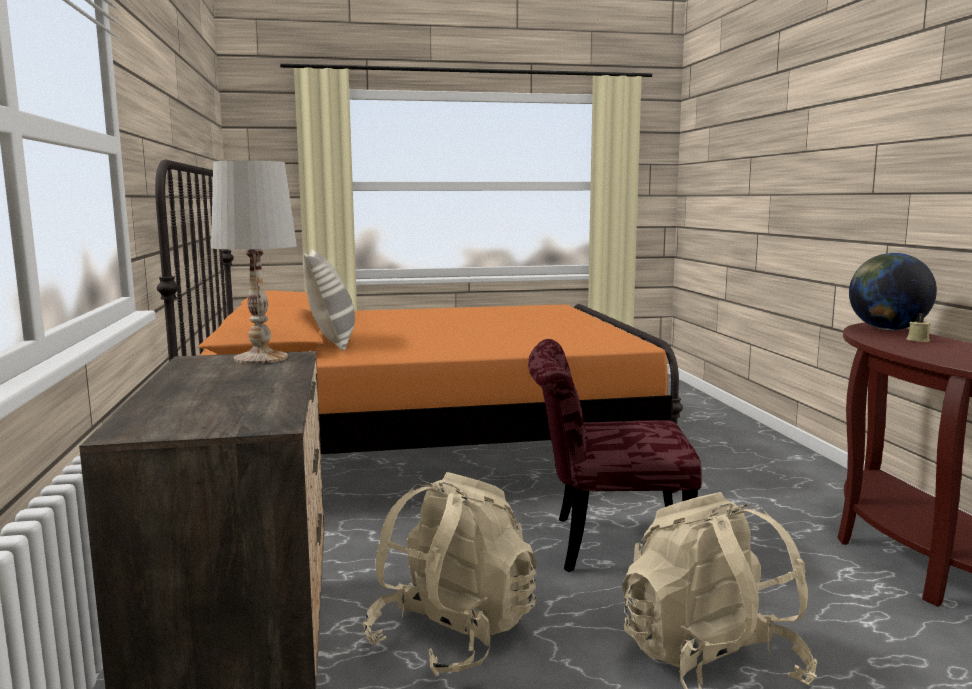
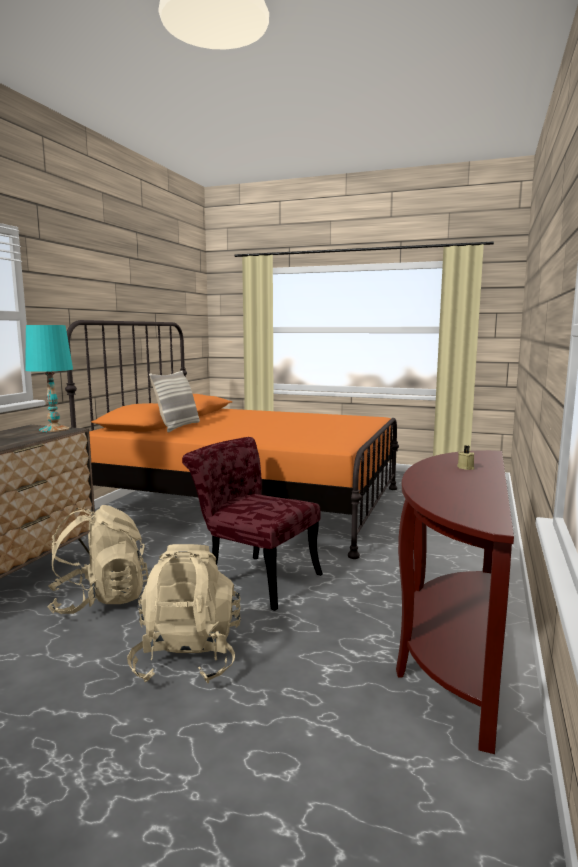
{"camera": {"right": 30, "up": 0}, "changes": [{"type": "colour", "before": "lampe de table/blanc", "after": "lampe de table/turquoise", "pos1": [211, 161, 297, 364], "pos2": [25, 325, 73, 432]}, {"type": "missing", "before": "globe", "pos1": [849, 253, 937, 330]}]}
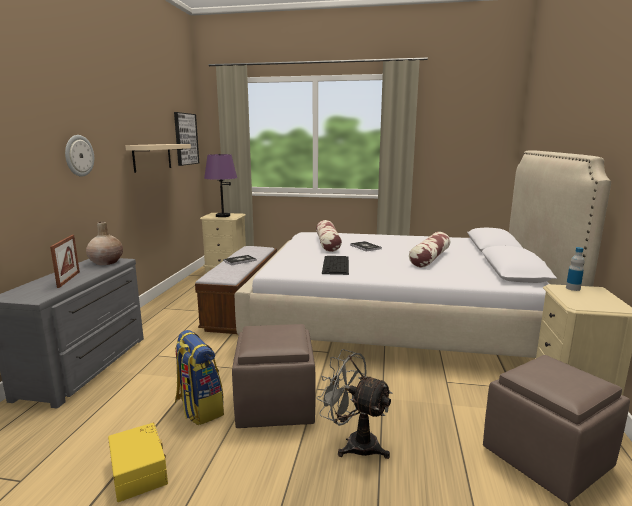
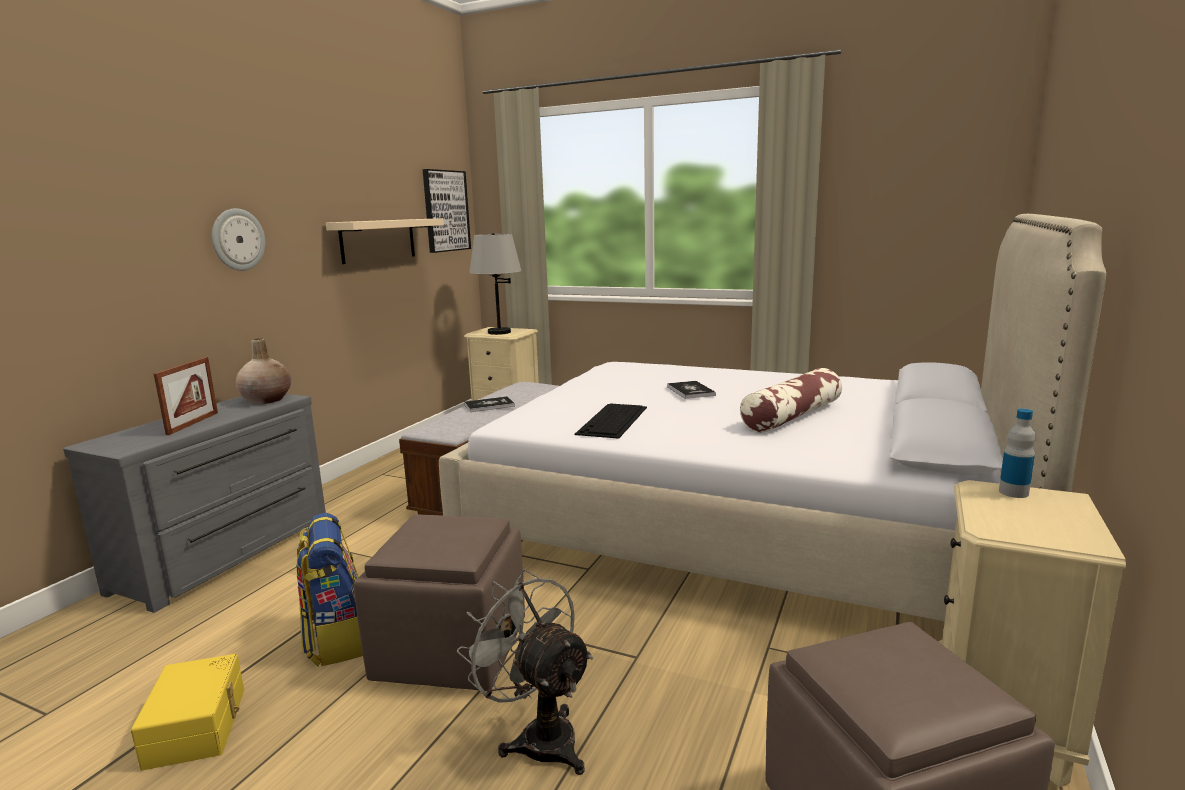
{"camera": {"right": 15, "up": 0}, "changes": [{"type": "colour", "before": "lampe de table/violet", "after": "lampe de table/gris", "pos1": [204, 154, 237, 217], "pos2": [469, 233, 522, 335]}, {"type": "missing", "before": "coussin", "pos1": [316, 220, 342, 252]}]}
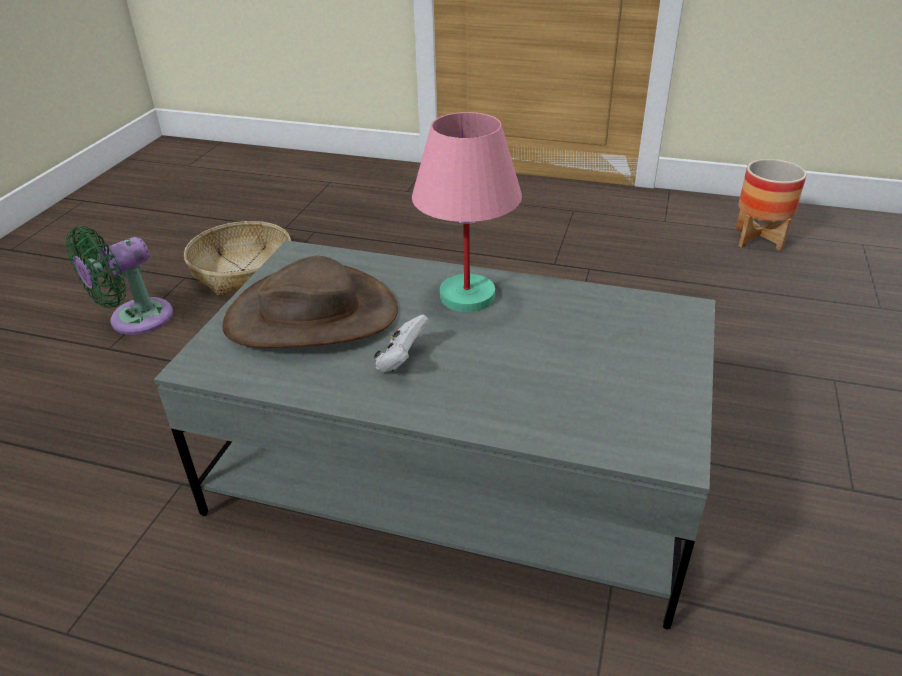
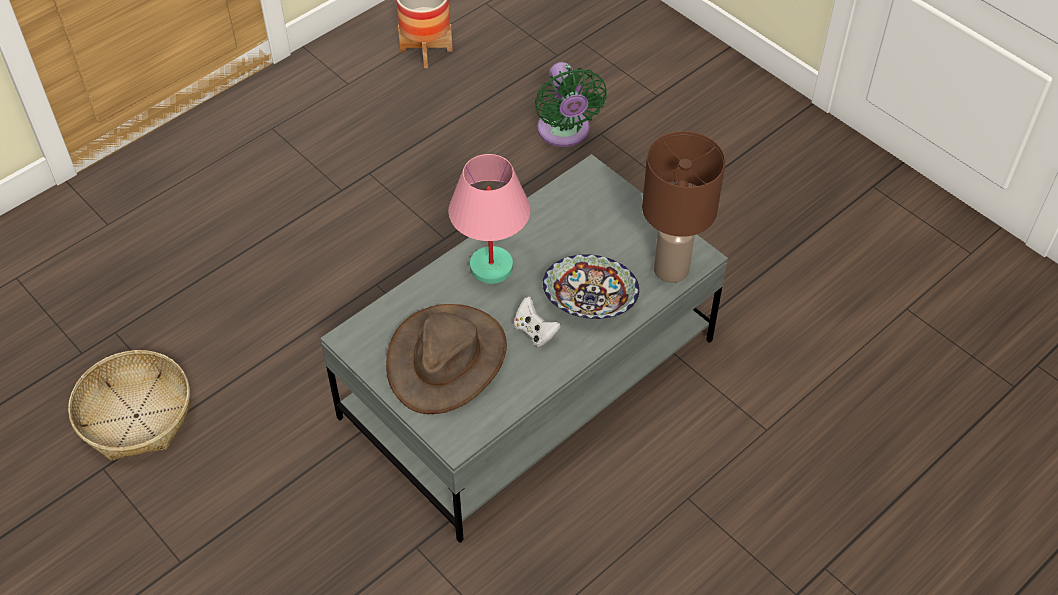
{"camera": {"right": -60, "up": 15}, "changes": [{"type": "relocated", "before": "ventilateur/vert", "pos1": [65, 226, 173, 335], "pos2": [535, 62, 607, 147]}, {"type": "appeared", "after": "bol", "pos2": [543, 254, 639, 319]}, {"type": "appeared", "after": "lampe de table/marron", "pos2": [642, 131, 725, 283]}]}
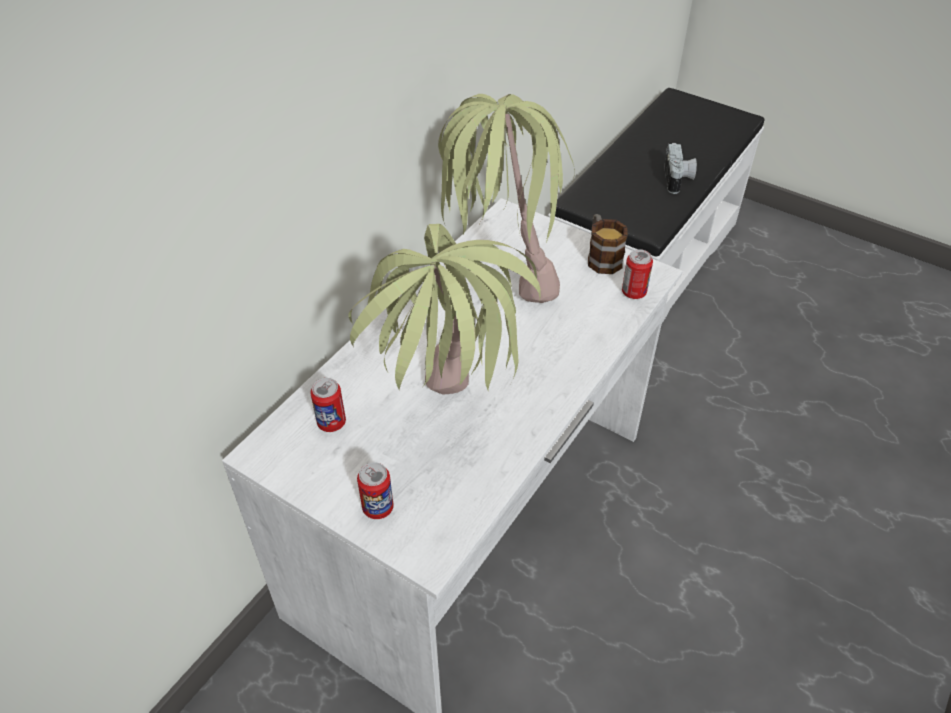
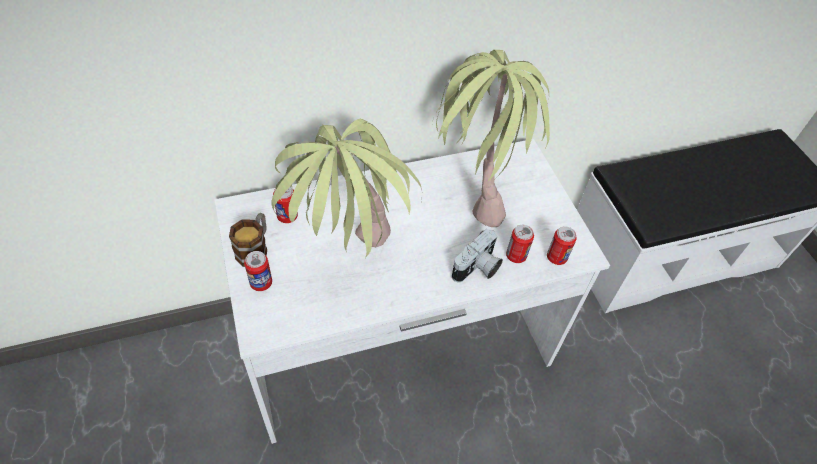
{"camera": {"right": 35, "up": 5}, "changes": [{"type": "relocated", "before": "mug", "pos1": [588, 214, 628, 274], "pos2": [229, 213, 267, 267]}, {"type": "relocated", "before": "appareil photo", "pos1": [664, 143, 697, 194], "pos2": [452, 229, 503, 282]}, {"type": "appeared", "after": "boîte métallique", "pos2": [506, 225, 534, 263]}]}
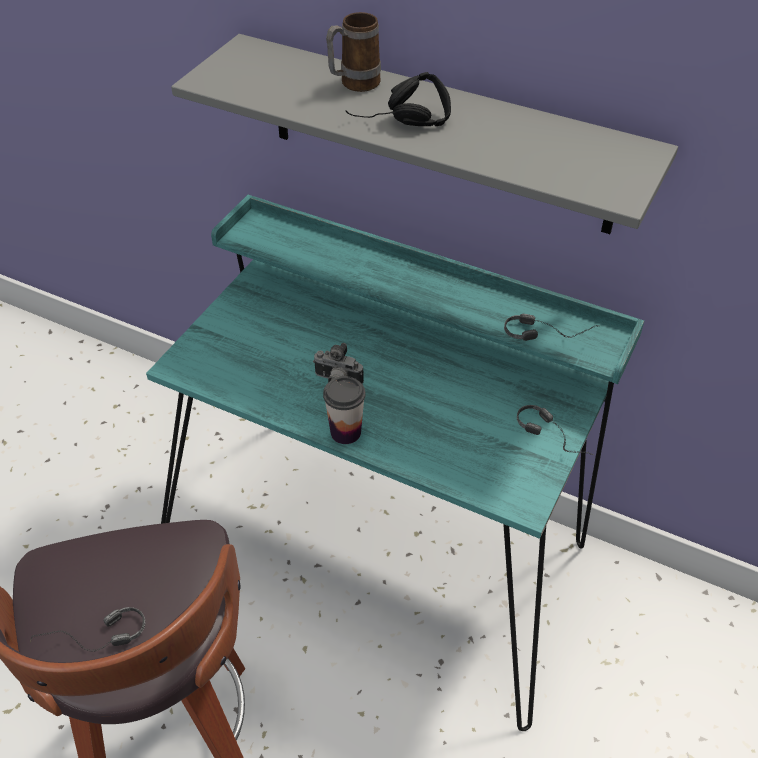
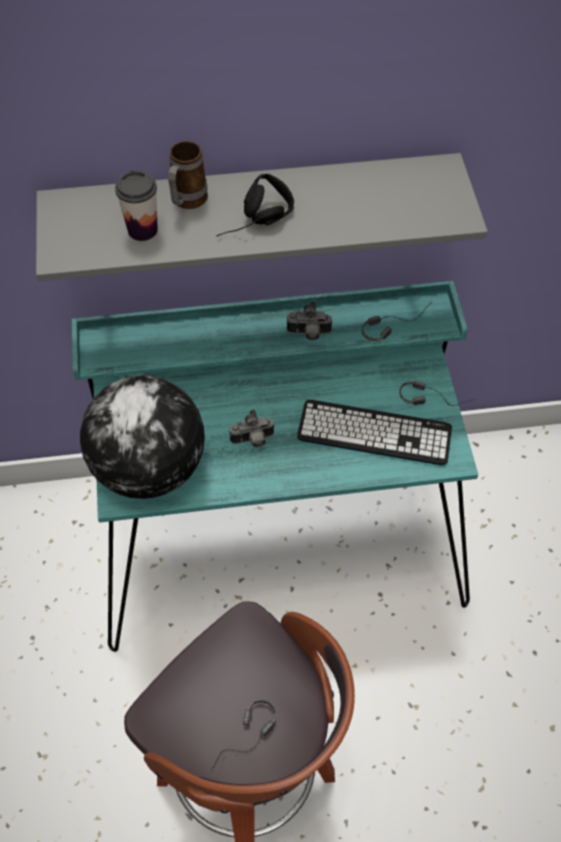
{"camera": {"right": -35, "up": 10}, "changes": [{"type": "relocated", "before": "tasse", "pos1": [323, 376, 366, 444], "pos2": [115, 171, 158, 241]}, {"type": "appeared", "after": "globe", "pos2": [80, 375, 205, 499]}, {"type": "appeared", "after": "appareil photo", "pos2": [286, 301, 332, 341]}, {"type": "appeared", "after": "clavier", "pos2": [297, 400, 452, 466]}]}
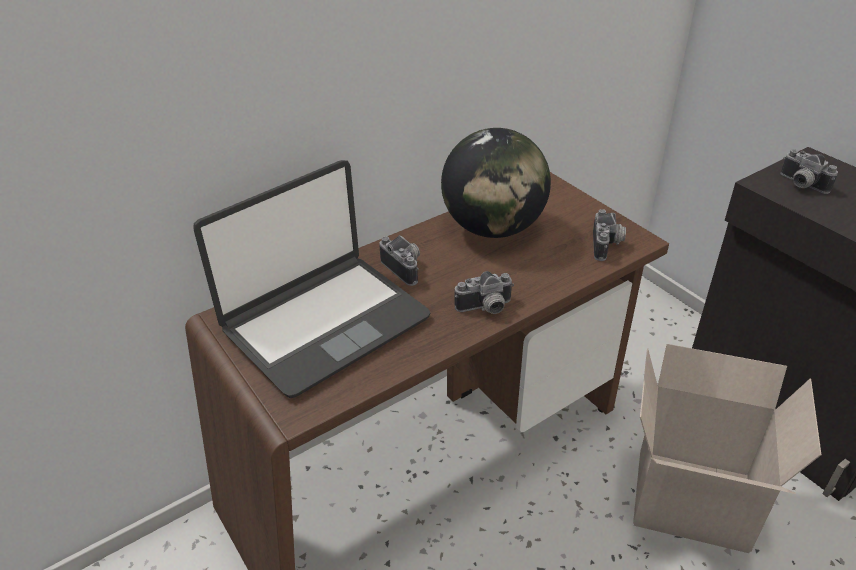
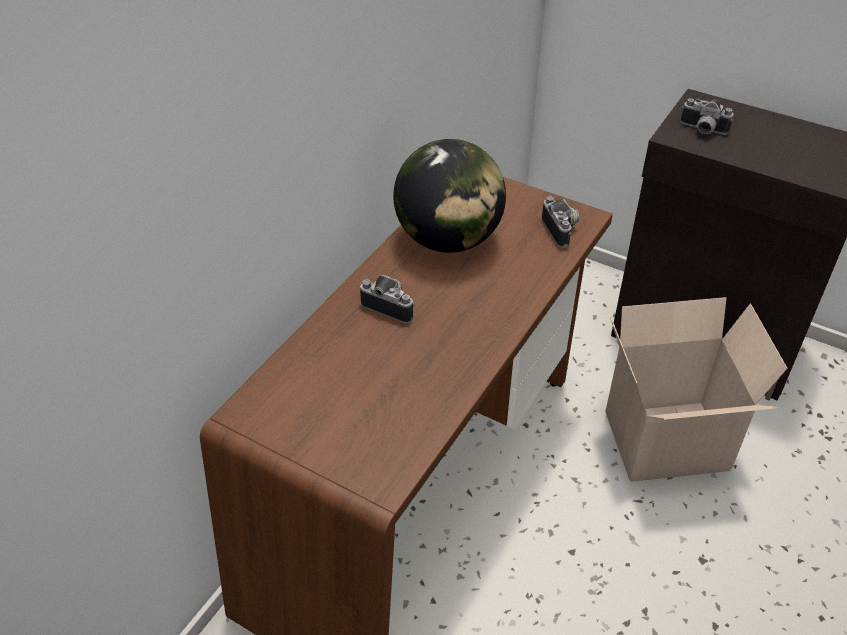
{"camera": {"right": -25, "up": 5}, "changes": [{"type": "missing", "before": "ordinateur portable", "pos1": [193, 160, 431, 398]}, {"type": "missing", "before": "appareil photo", "pos1": [455, 271, 514, 314]}]}
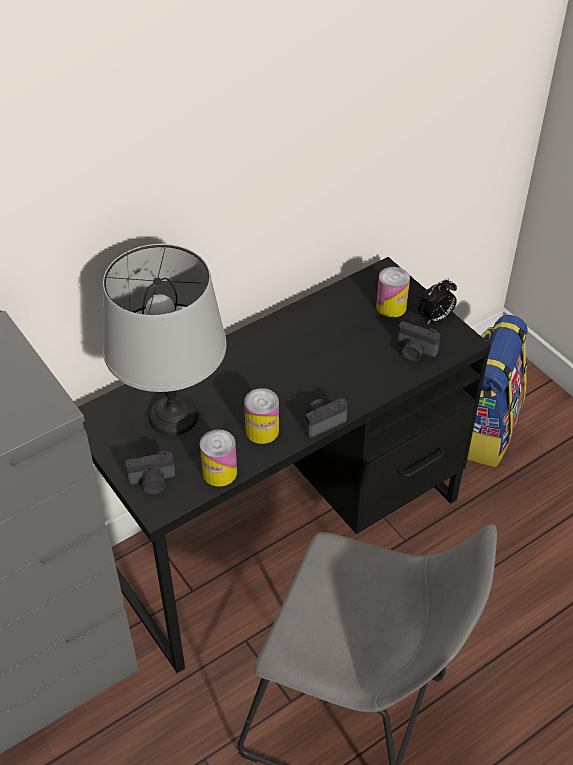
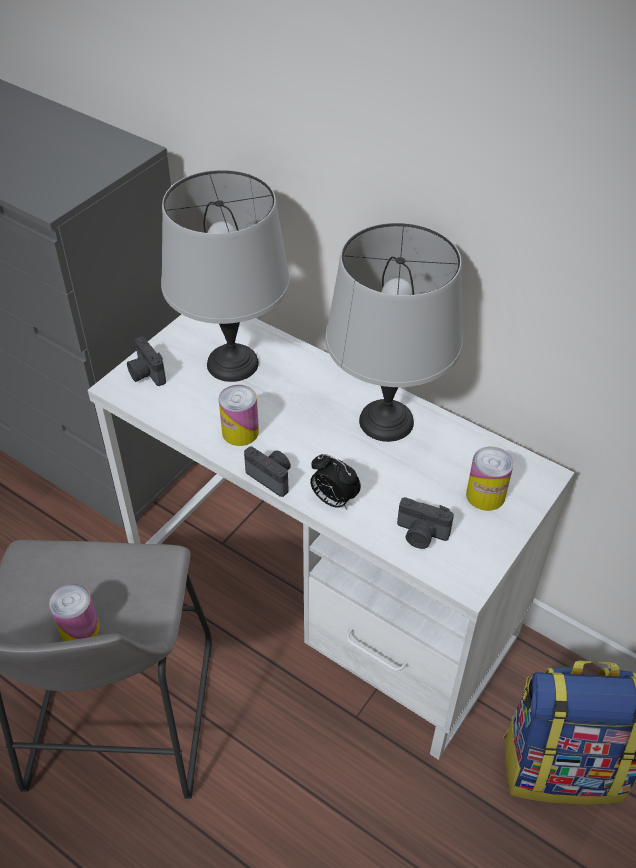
{"camera": {"right": 70, "up": 0}, "changes": [{"type": "colour", "before": "bureau/noir", "after": "bureau/blanc", "pos1": [78, 257, 491, 673], "pos2": [88, 314, 575, 760]}, {"type": "relocated", "before": "boîte métallique", "pos1": [200, 429, 237, 487], "pos2": [49, 584, 100, 641]}, {"type": "spun", "before": "appareil photo", "pos1": [397, 321, 440, 361], "pos2": [397, 497, 454, 549], "turn": -75}, {"type": "relocated", "before": "réveil", "pos1": [418, 279, 457, 325], "pos2": [310, 454, 361, 510]}, {"type": "appeared", "after": "lampe de table/gris", "pos2": [325, 222, 463, 442]}]}
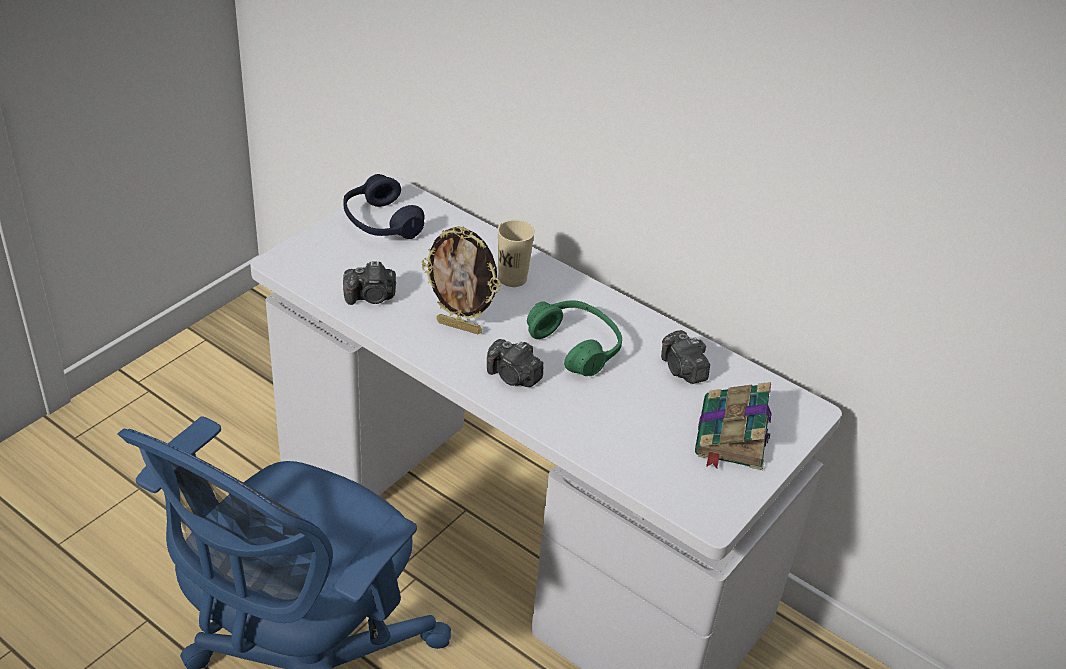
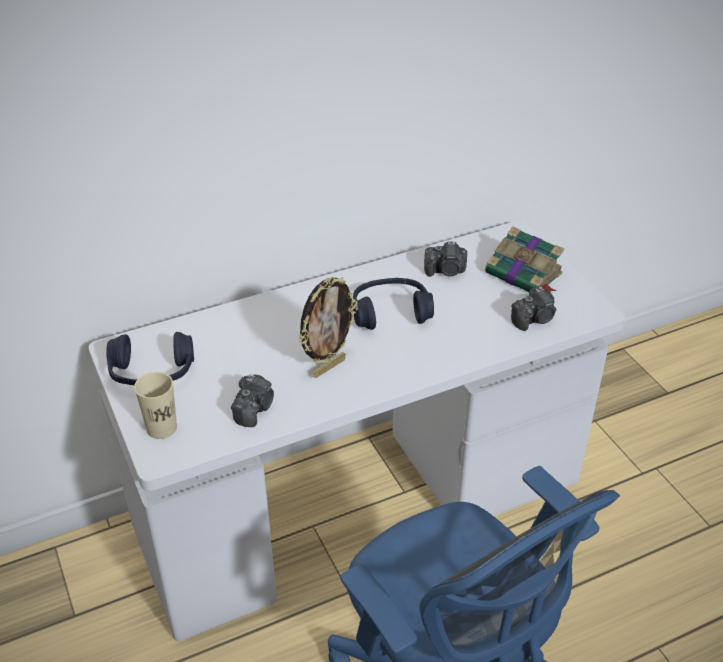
{"camera": {"right": -60, "up": 0}, "changes": [{"type": "relocated", "before": "appareil photo", "pos1": [487, 339, 543, 387], "pos2": [511, 287, 556, 331]}, {"type": "relocated", "before": "tasse/beige", "pos1": [498, 220, 535, 287], "pos2": [134, 372, 177, 439]}, {"type": "colour", "before": "casque audio/vert", "after": "casque audio/bleu", "pos1": [527, 300, 622, 376], "pos2": [353, 278, 434, 330]}]}
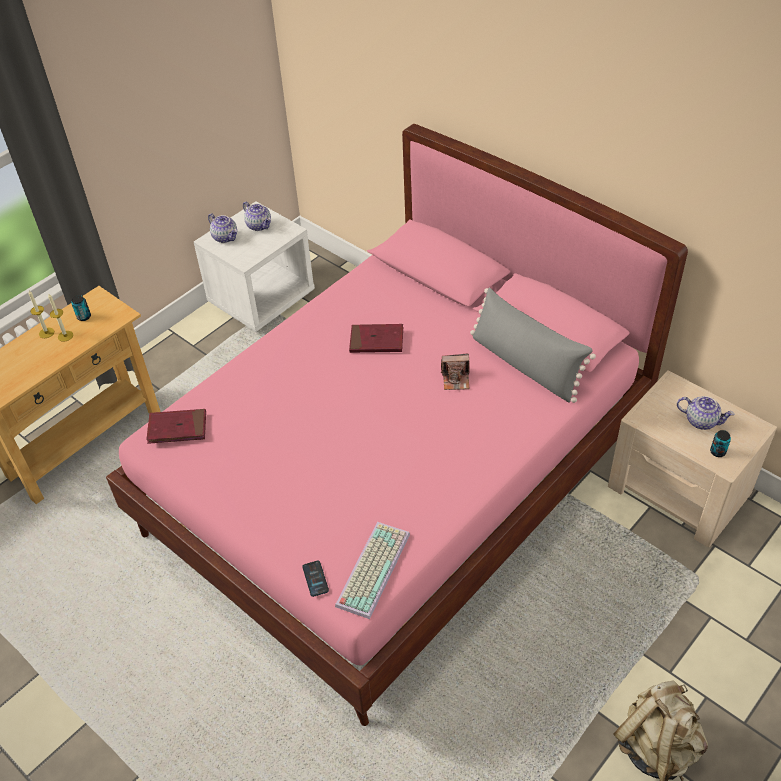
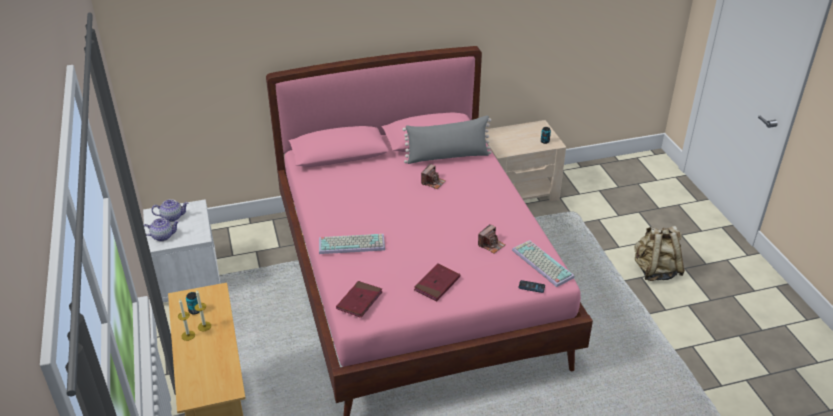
{"camera": {"right": -60, "up": -10}, "changes": [{"type": "relocated", "before": "livre/rouge", "pos1": [349, 324, 403, 353], "pos2": [414, 263, 460, 301]}, {"type": "missing", "before": "théière", "pos1": [677, 396, 734, 430]}, {"type": "appeared", "after": "clavier", "pos2": [319, 234, 385, 254]}, {"type": "appeared", "after": "appareil photo", "pos2": [478, 224, 506, 254]}]}
